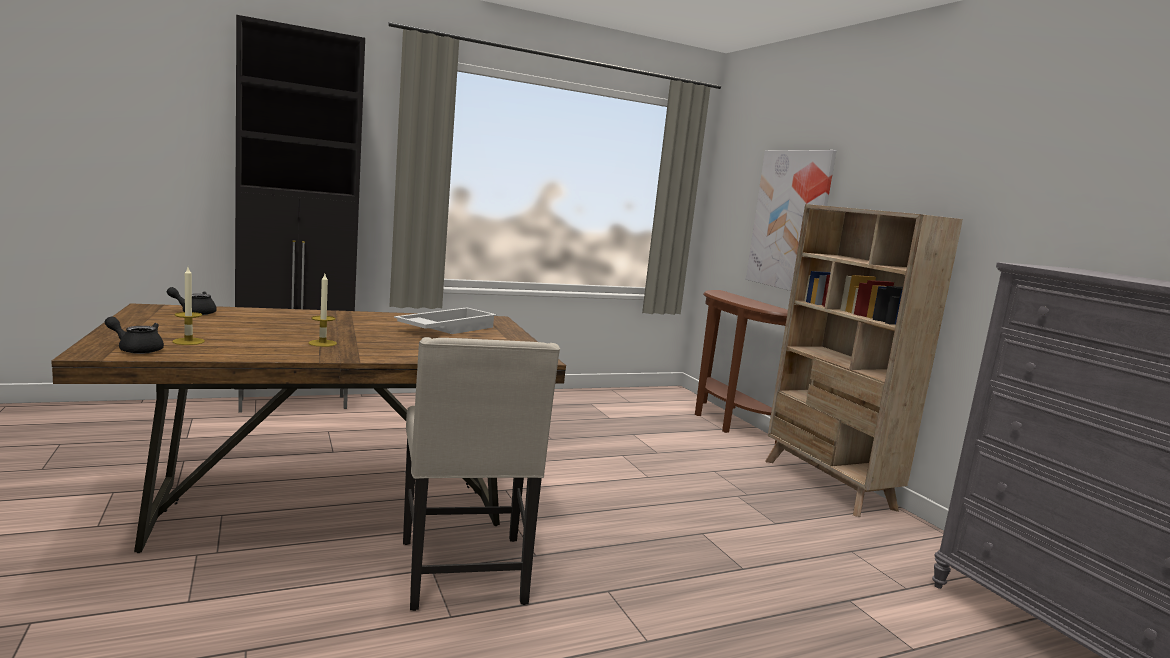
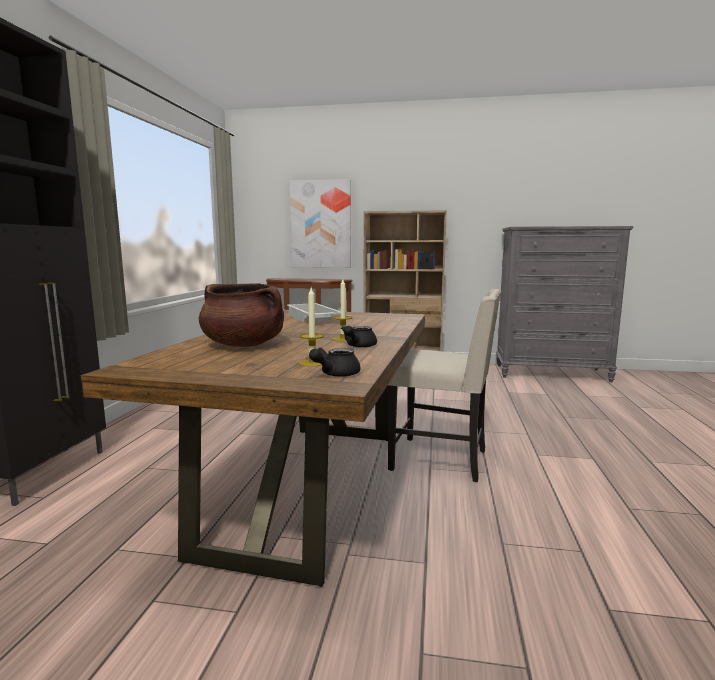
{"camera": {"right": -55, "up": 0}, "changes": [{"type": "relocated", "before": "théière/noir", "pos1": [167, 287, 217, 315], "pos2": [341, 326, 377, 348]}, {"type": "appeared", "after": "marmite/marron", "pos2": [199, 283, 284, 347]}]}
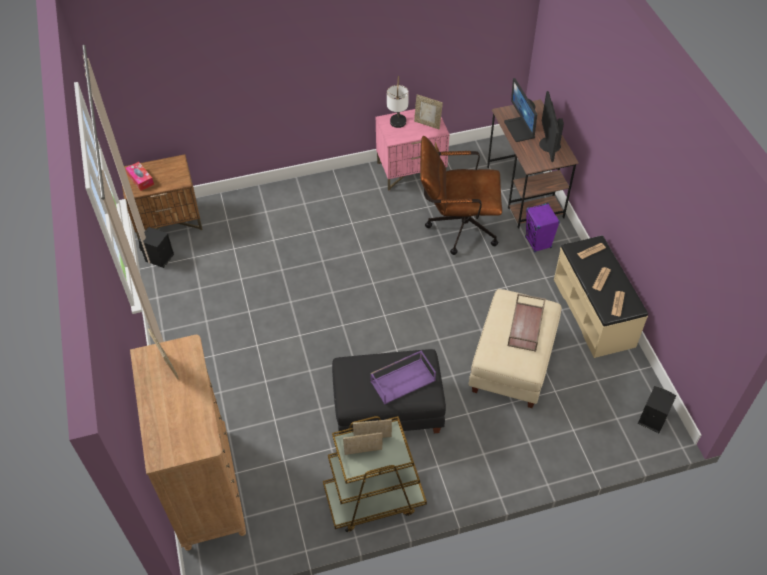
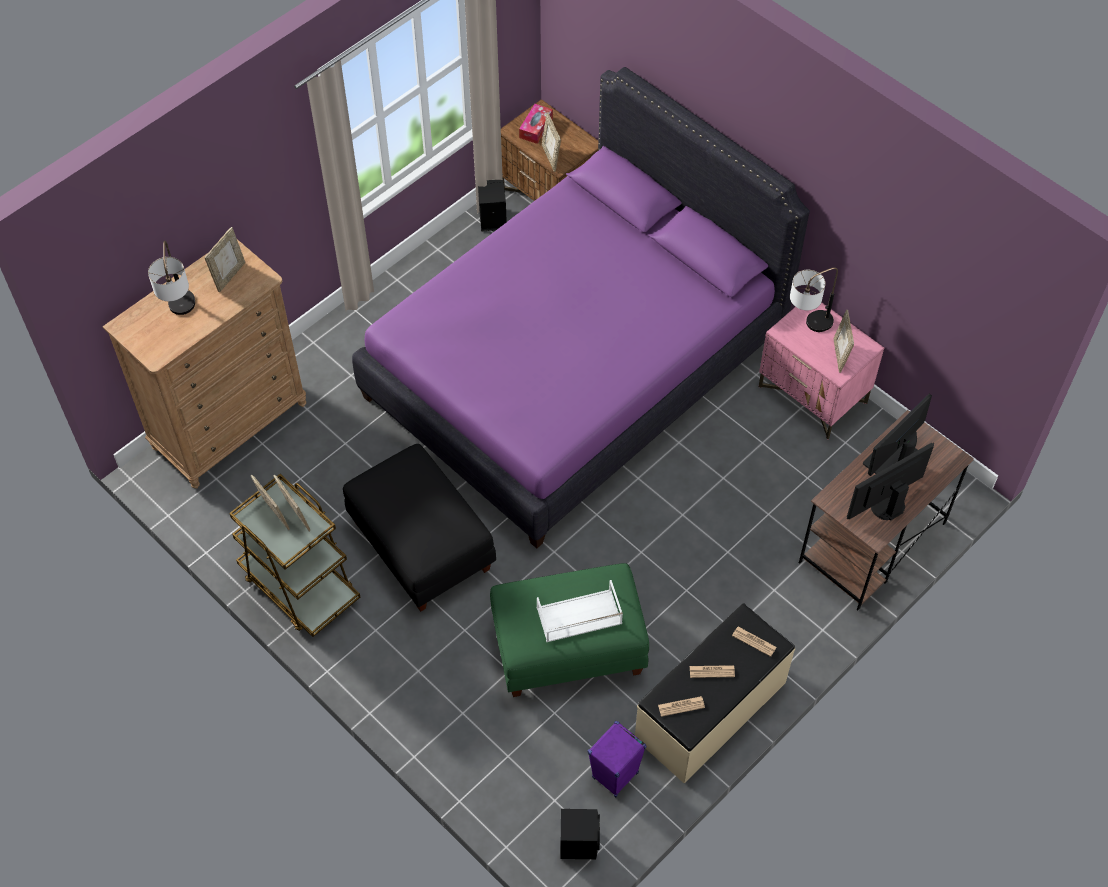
{"camera": {"right": 60, "up": 5}, "changes": [{"type": "missing", "before": "plateau/violet", "pos1": [370, 350, 436, 405]}, {"type": "missing", "before": "chaise de bureau/marron", "pos1": [420, 136, 502, 255]}, {"type": "colour", "before": "pouf/beige", "after": "pouf/vert", "pos1": [469, 289, 561, 408], "pos2": [490, 563, 649, 697]}, {"type": "colour", "before": "plateau/marron", "after": "plateau/blanc", "pos1": [508, 294, 546, 352], "pos2": [537, 580, 623, 642]}, {"type": "relocated", "before": "enceinte/violet", "pos1": [525, 203, 560, 252], "pos2": [587, 721, 647, 797]}, {"type": "appeared", "after": "lampe de table", "pos2": [148, 241, 195, 315]}, {"type": "appeared", "after": "lit/violet", "pos2": [352, 67, 810, 548]}, {"type": "appeared", "after": "cadre photo", "pos2": [542, 112, 561, 172]}]}
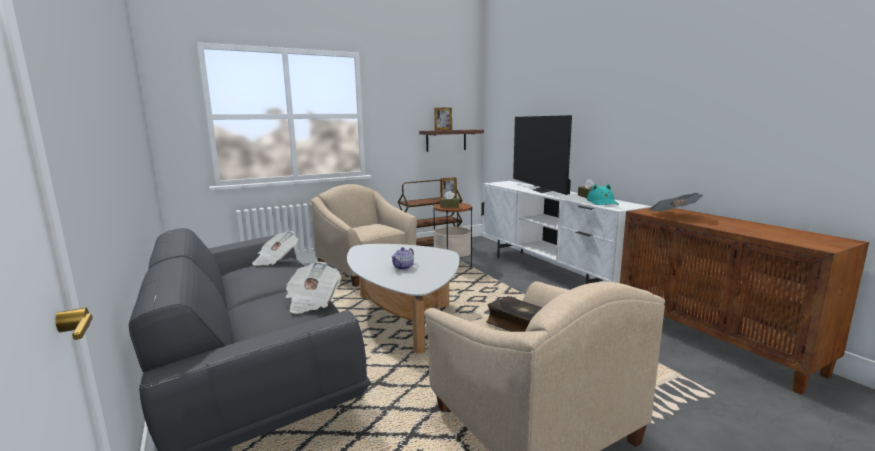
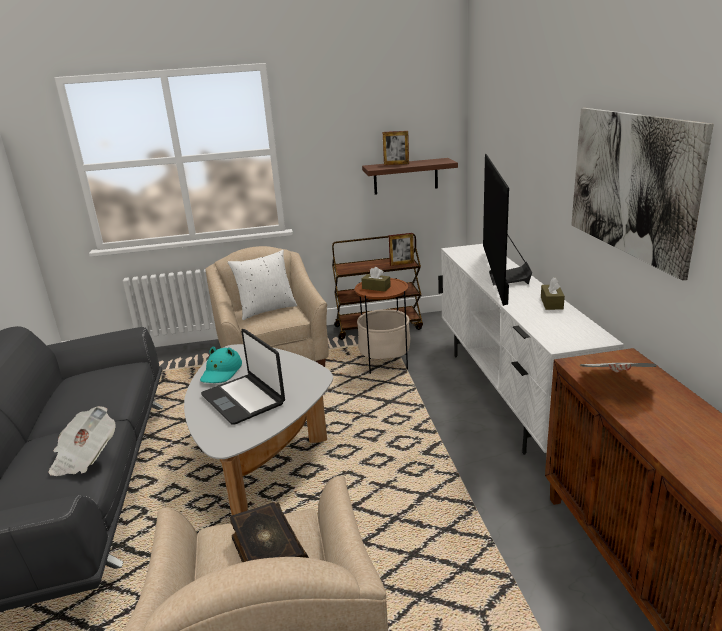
{"camera": {"right": 20, "up": 10}, "changes": [{"type": "missing", "before": "journal", "pos1": [252, 231, 298, 266]}, {"type": "exchanged", "before": "théière", "after": "ordinateur portable", "pos1": [391, 247, 414, 270], "pos2": [201, 329, 285, 425]}, {"type": "relocated", "before": "chapeau/turquoise", "pos1": [587, 184, 619, 205], "pos2": [200, 346, 242, 383]}, {"type": "appeared", "after": "coussin/blanc", "pos2": [228, 250, 297, 320]}, {"type": "appeared", "after": "tableau", "pos2": [571, 108, 714, 281]}]}
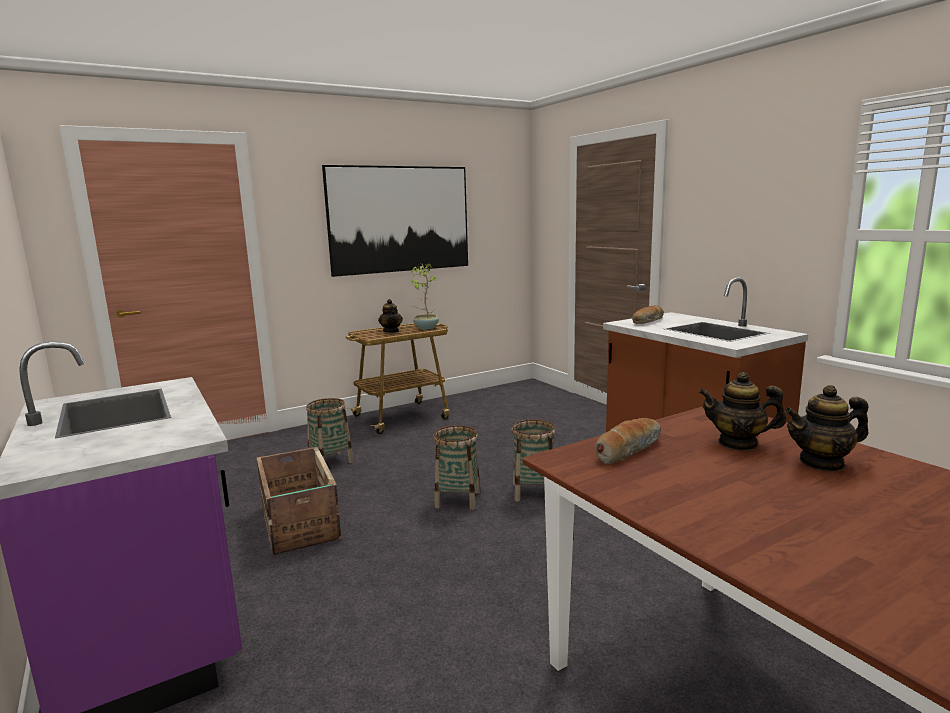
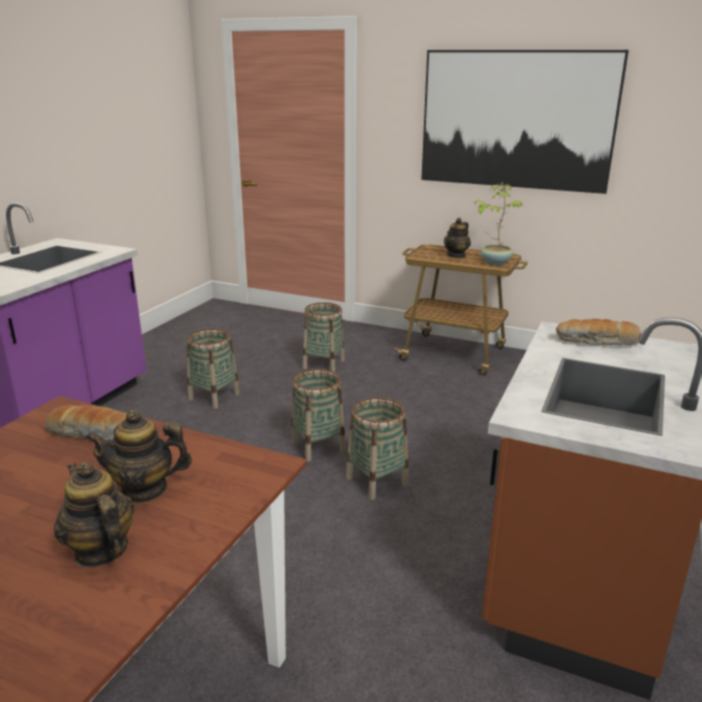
{"camera": {"right": 55, "up": 10}, "changes": [{"type": "exchanged", "before": "caisse", "after": "panier", "pos1": [257, 447, 342, 555], "pos2": [187, 329, 240, 409]}, {"type": "spun", "before": "théière", "pos1": [699, 372, 786, 451], "pos2": [85, 410, 192, 503], "turn": -75}]}
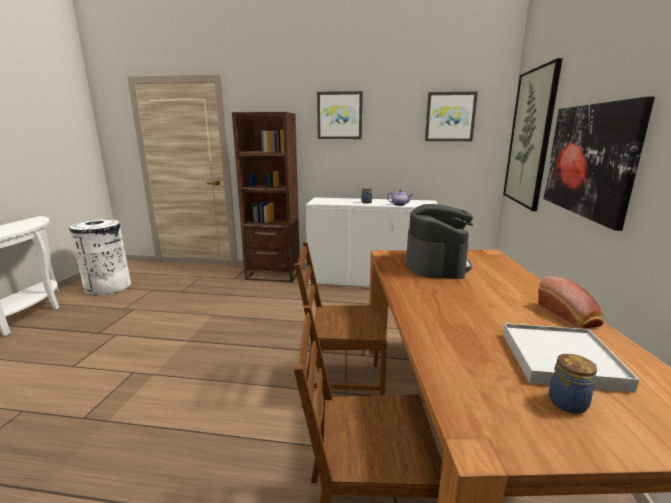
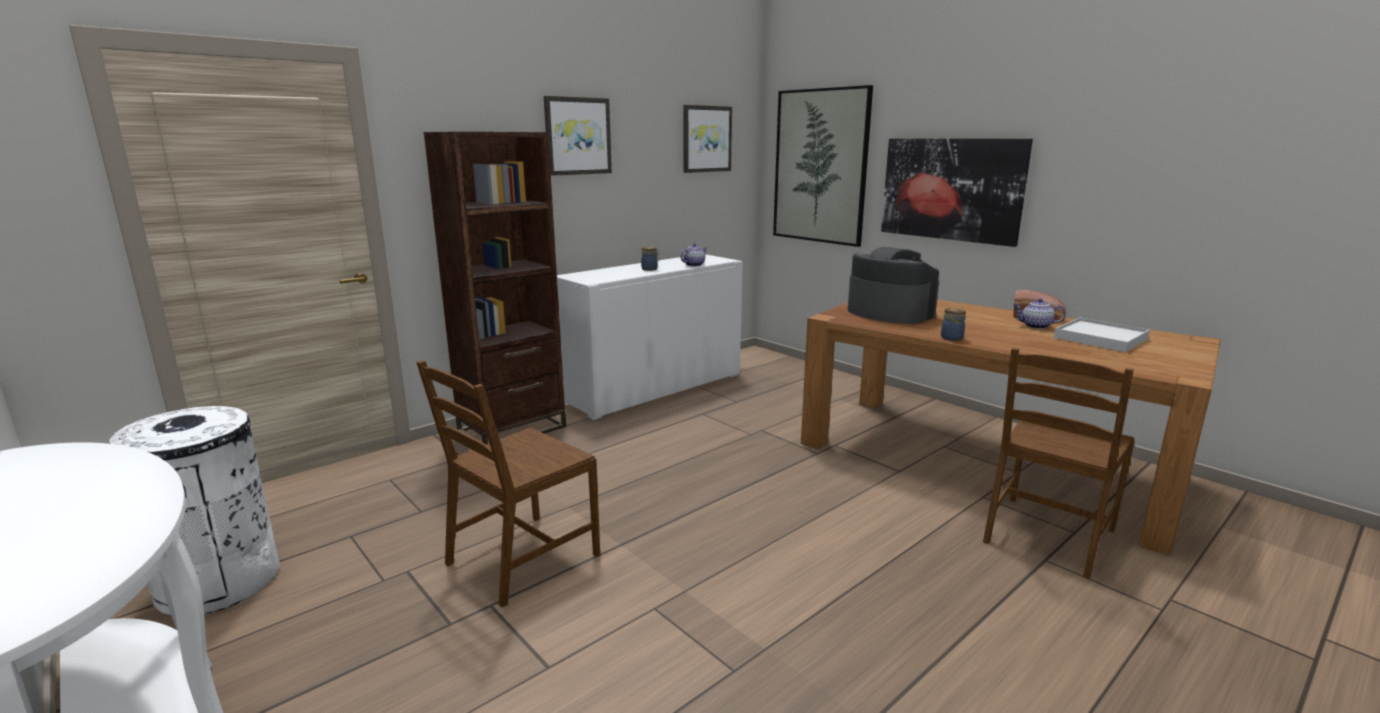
{"camera": {"right": -50, "up": 0}, "changes": [{"type": "relocated", "before": "chaise/marron", "pos1": [295, 242, 387, 408], "pos2": [416, 360, 600, 607]}, {"type": "relocated", "before": "bocal", "pos1": [549, 354, 597, 414], "pos2": [941, 307, 966, 341]}, {"type": "appeared", "after": "théière", "pos2": [1013, 298, 1066, 329]}]}
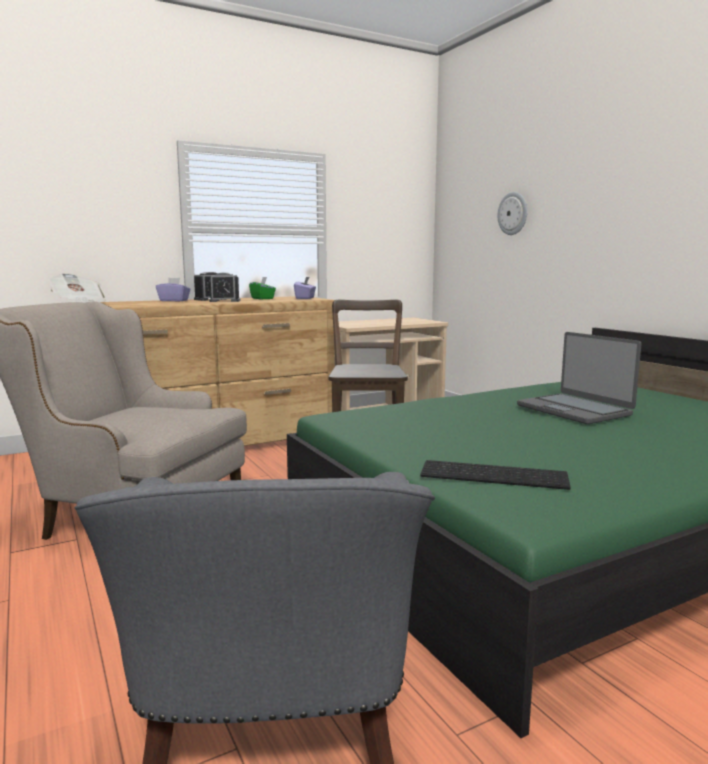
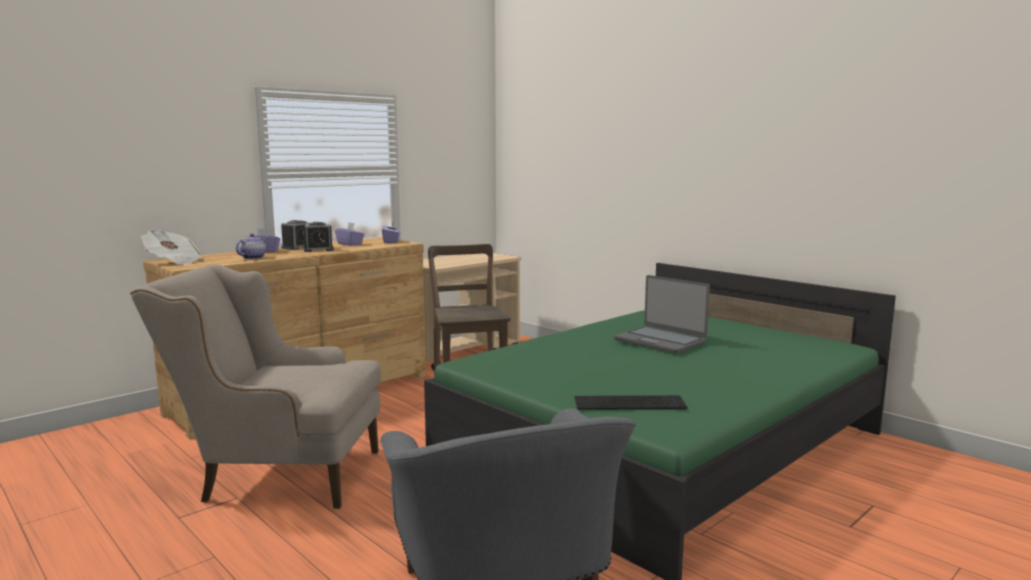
{"camera": {"right": -15, "up": 0}, "changes": [{"type": "colour", "before": "boîte à mouchoirs/vert", "after": "boîte à mouchoirs/violet", "pos1": [249, 277, 276, 299], "pos2": [335, 223, 364, 246]}, {"type": "missing", "before": "horloge murale", "pos1": [497, 192, 527, 235]}, {"type": "appeared", "after": "théière", "pos2": [236, 234, 268, 259]}]}
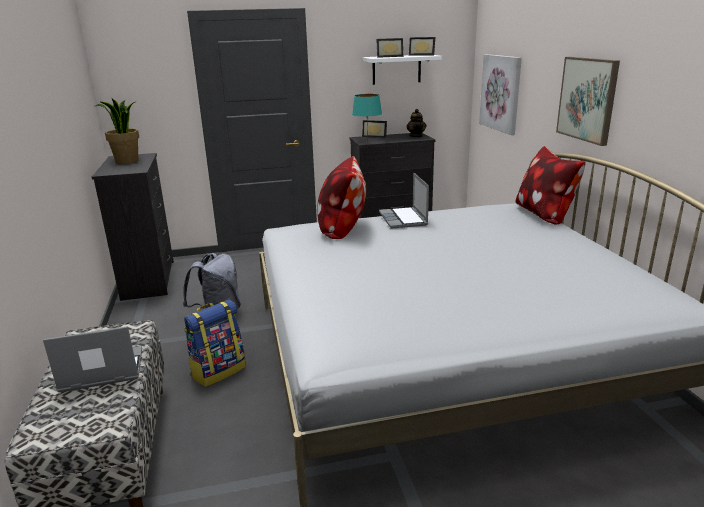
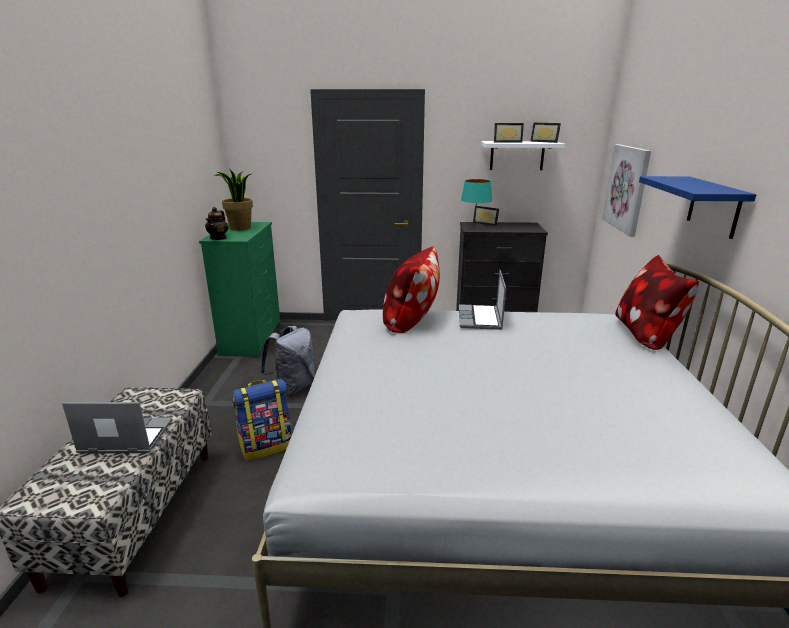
{"camera": {"right": 15, "up": 0}, "changes": [{"type": "colour", "before": "commode/noir", "after": "commode/vert", "pos1": [92, 153, 174, 301], "pos2": [199, 222, 281, 357]}, {"type": "relocated", "before": "théière", "pos1": [406, 109, 426, 137], "pos2": [205, 207, 228, 240]}, {"type": "exchanged", "before": "tableau", "after": "étagère/bleu", "pos1": [556, 57, 620, 146], "pos2": [639, 176, 757, 239]}]}
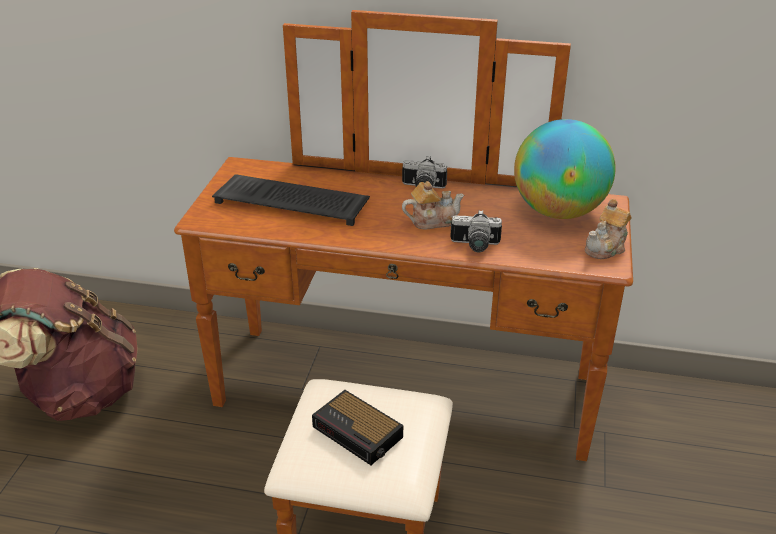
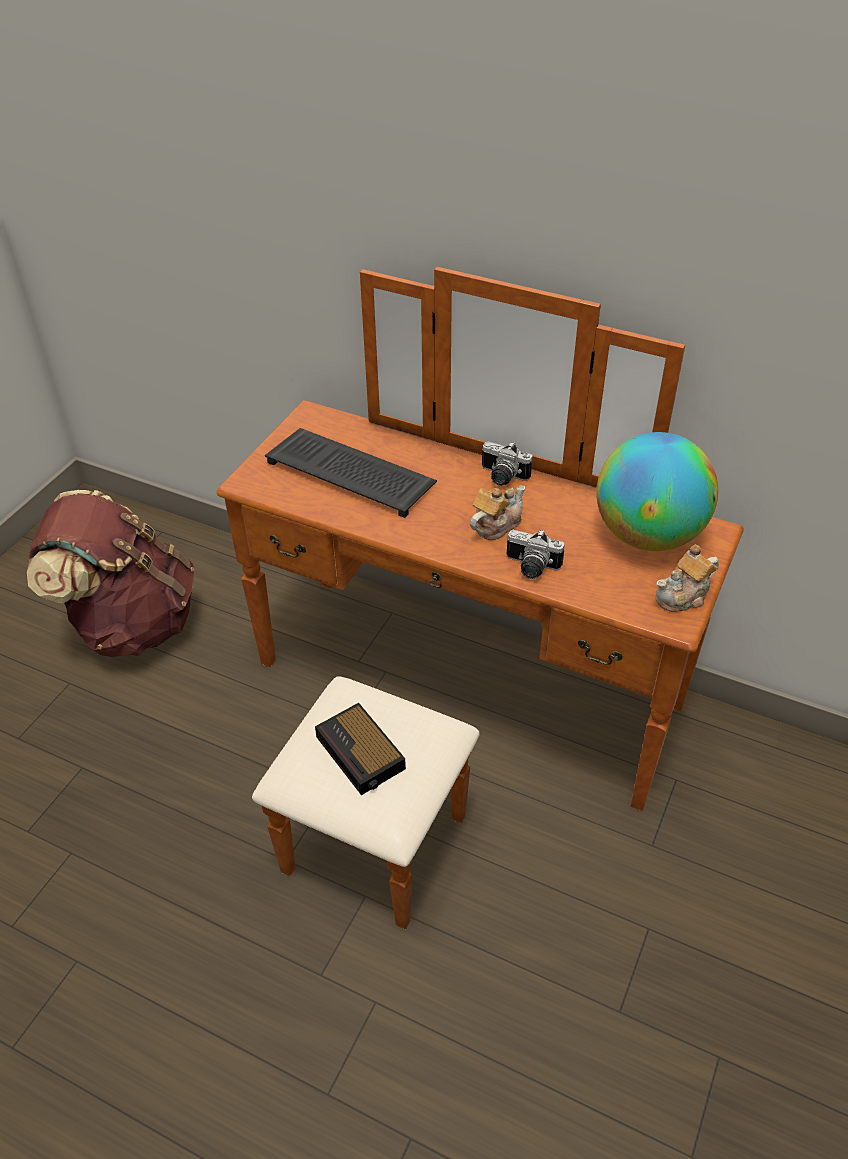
{"camera": {"right": 15, "up": 10}, "changes": [{"type": "spun", "before": "théière", "pos1": [402, 181, 464, 229], "pos2": [470, 485, 525, 540], "turn": -45}]}
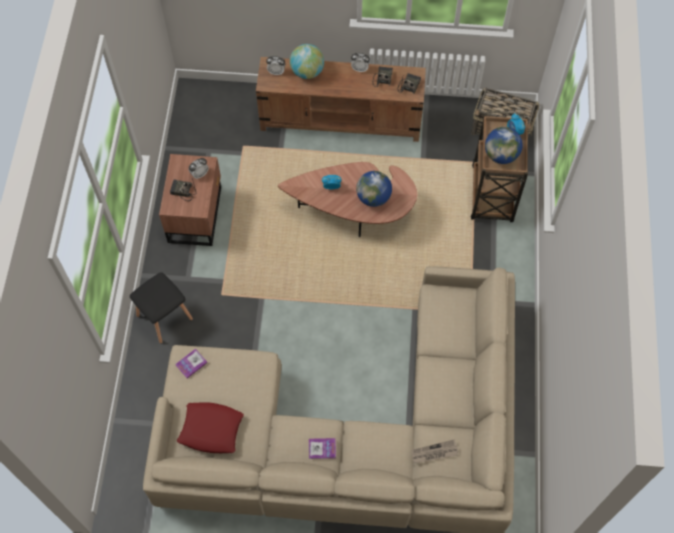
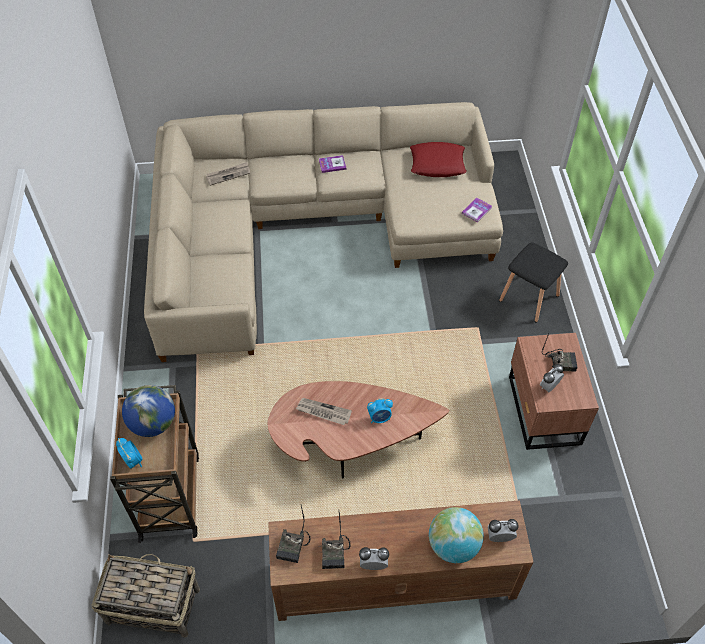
{"camera": {"right": 170, "up": -10}, "changes": [{"type": "exchanged", "before": "globe", "after": "journal", "pos1": [356, 171, 392, 207], "pos2": [296, 398, 352, 425]}]}
